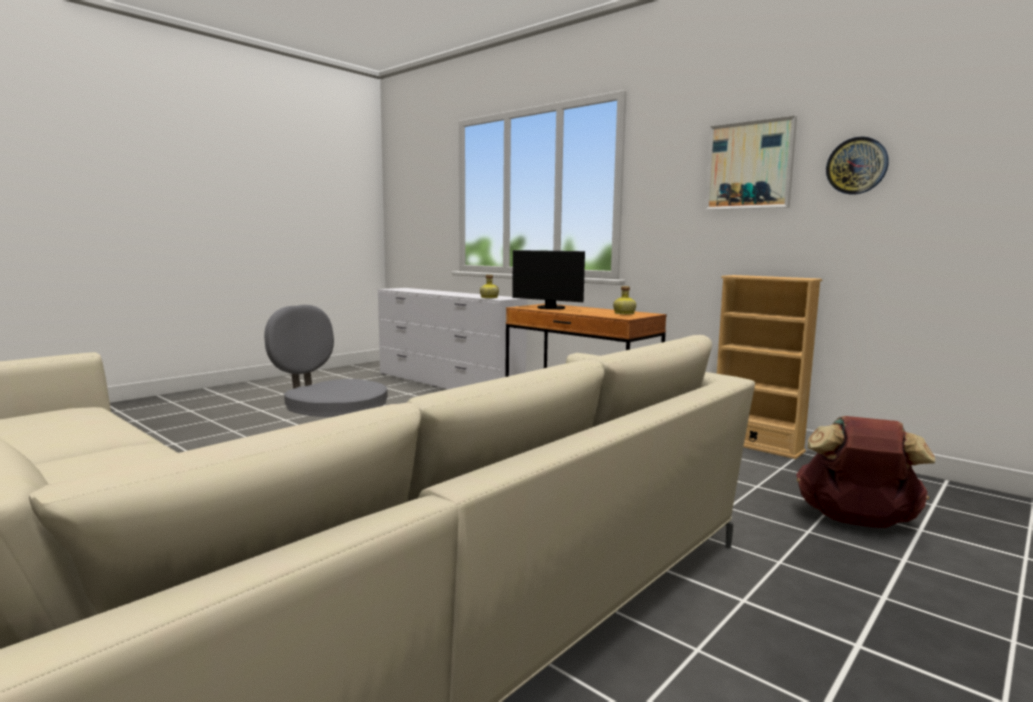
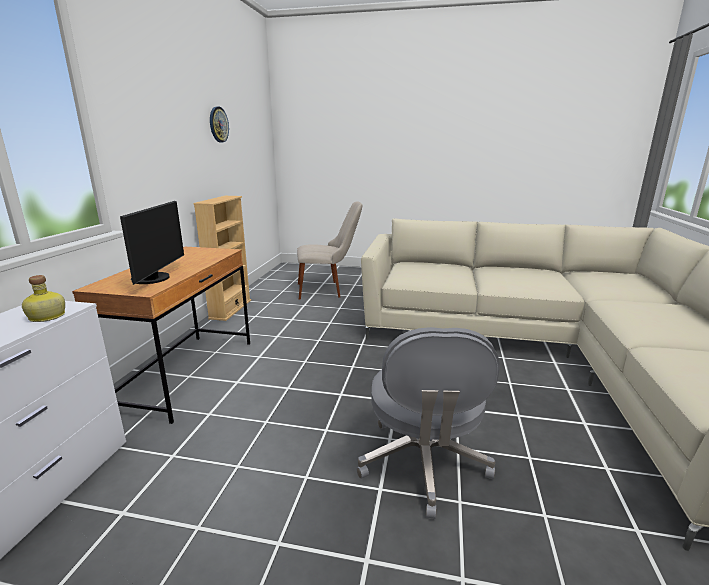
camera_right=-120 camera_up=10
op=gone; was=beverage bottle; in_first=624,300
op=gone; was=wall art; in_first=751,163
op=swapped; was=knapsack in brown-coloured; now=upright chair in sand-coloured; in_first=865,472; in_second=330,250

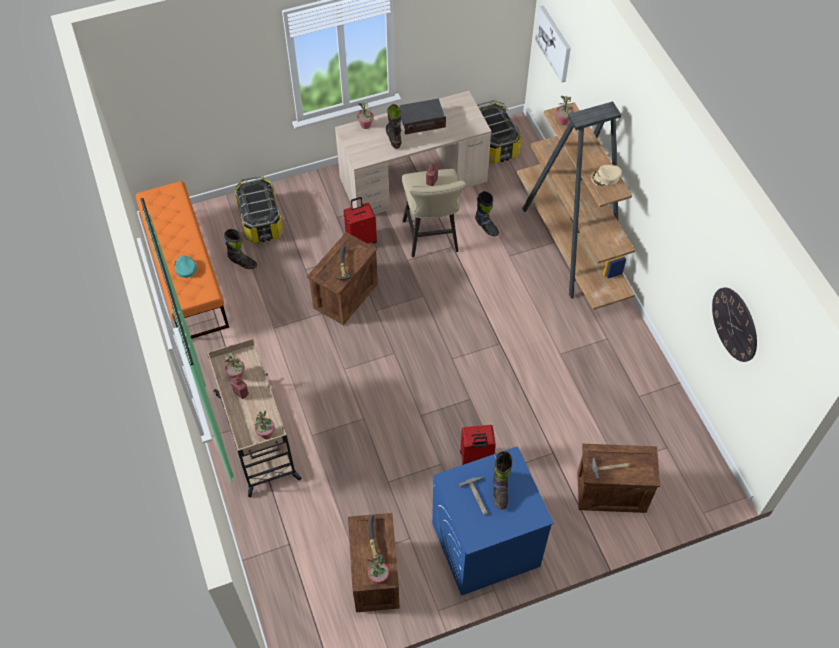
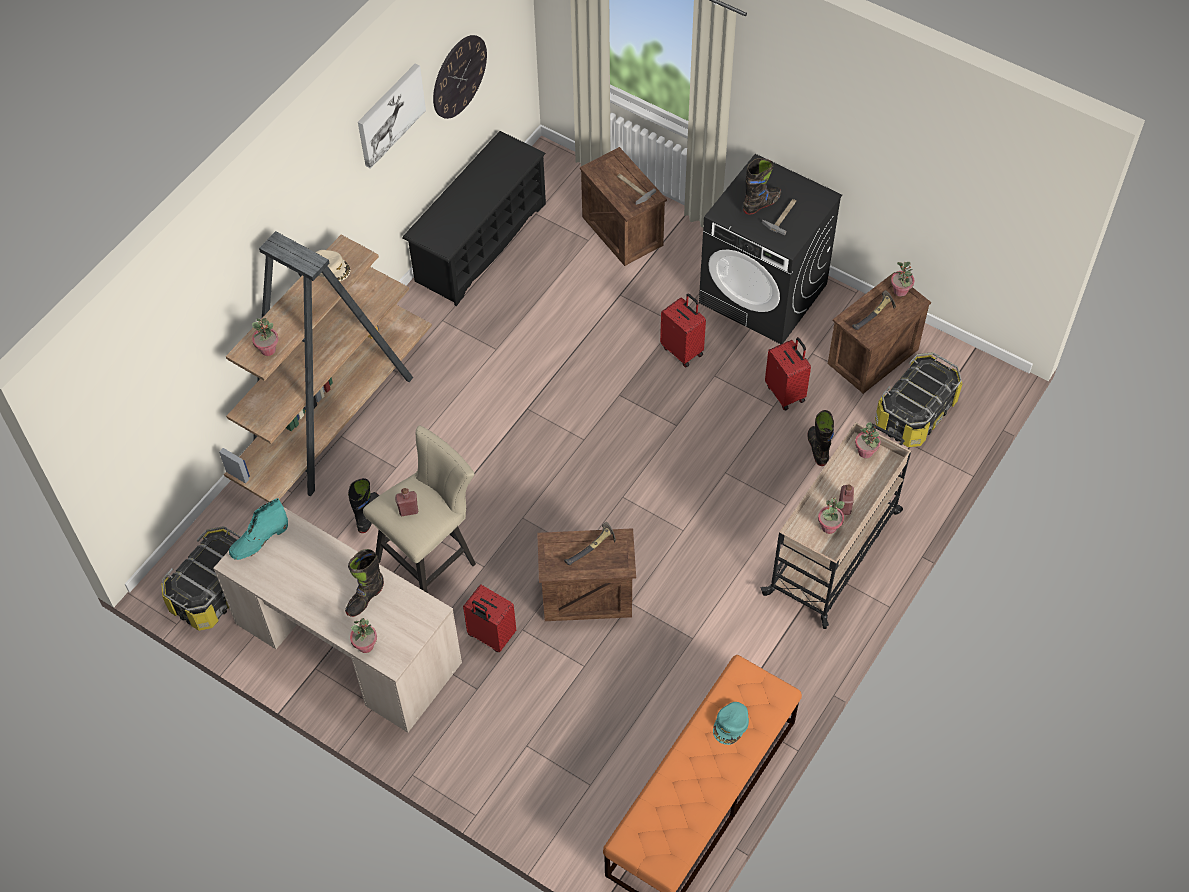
camera_right=-125 camera_up=0
op=shifted; was=tall boot in blackish; in_first=240,248; in_second=821,438
op=shifted; was=storage container; in_first=259,210; in_second=919,399
op=gone; was=radio receiver; in_first=423,116
op=repainted; was=laundry machine in blue; now=laundry machine in blackish; in_first=493,521; in_second=770,249
op=shifted; was=wall art; in_first=553,44; in_second=392,116
op=new; now=tall boot in turquoise-coloured; in_second=258,529
op=new; now=shoe stand in blackish; in_second=474,218
op=new; now=piece of luggage in red-coloured; in_second=788,374

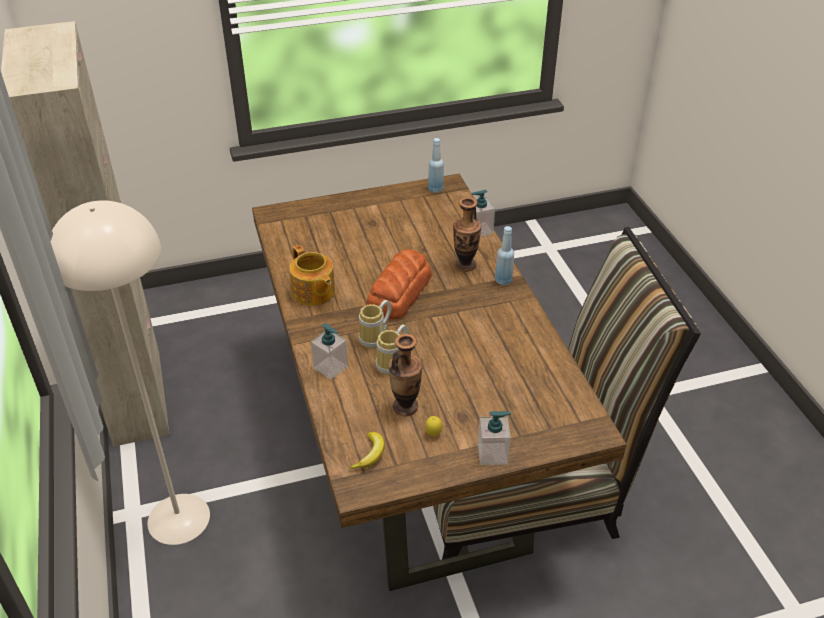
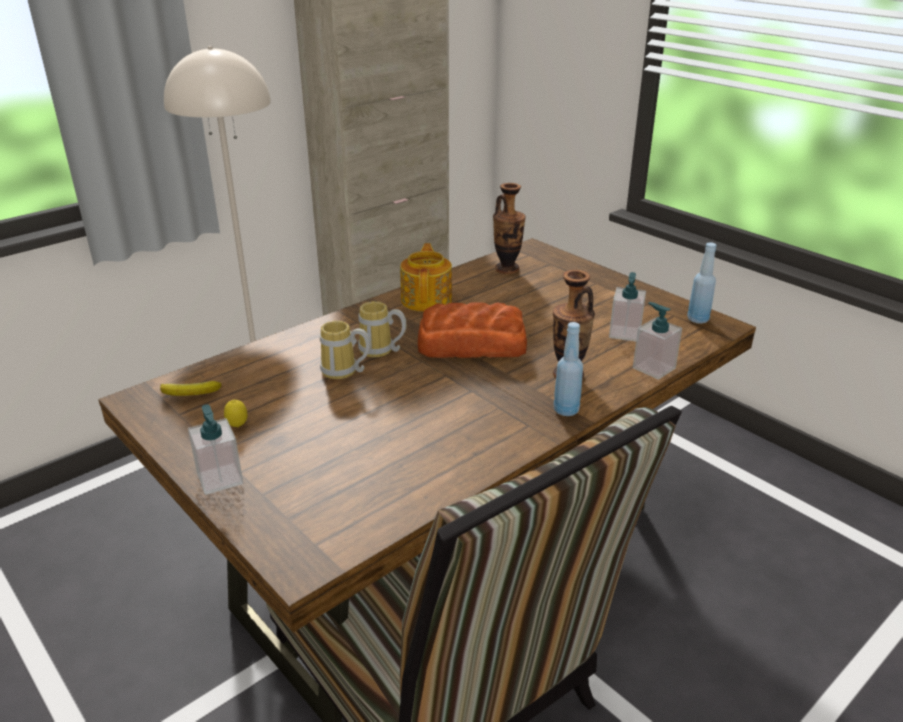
camera_right=65 camera_up=-10
op=rotated; was=tea pot; in_first=312,275; in_second=426,277; clockwise=150
op=shifted; was=liquid soap bottle; in_first=329,351; in_second=627,307
op=shifted; was=flower vase; in_first=405,375; in_second=509,228

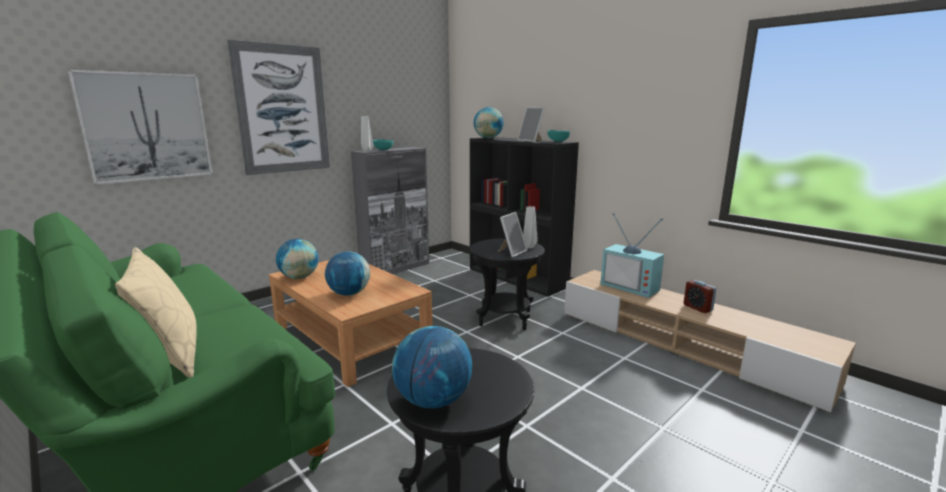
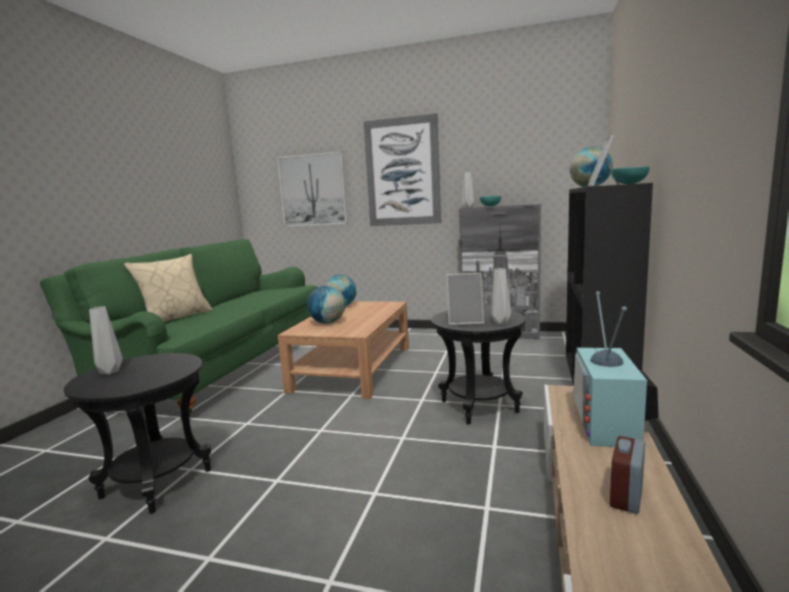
camera_right=60 camera_up=-5
op=swapped; was=globe; now=flower vase in gray; in_first=432,367; in_second=106,340

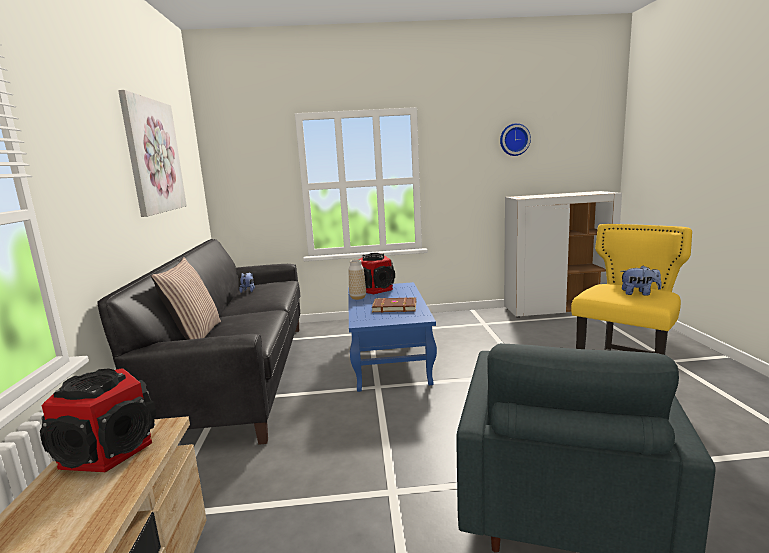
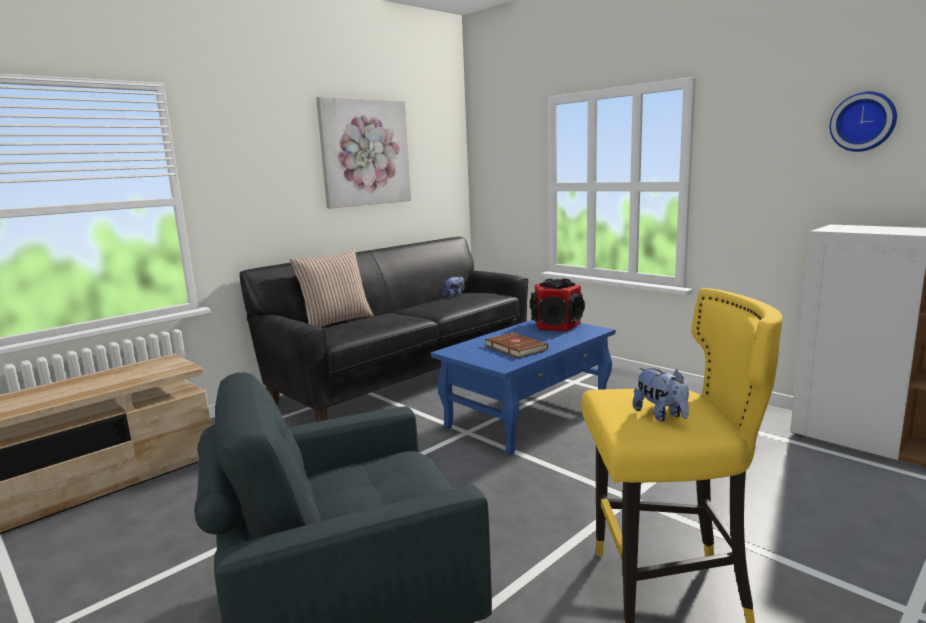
camera_right=50 camera_up=0
op=gone; was=loudspeaker; in_first=98,420
op=gone; was=flower vase; in_first=357,280

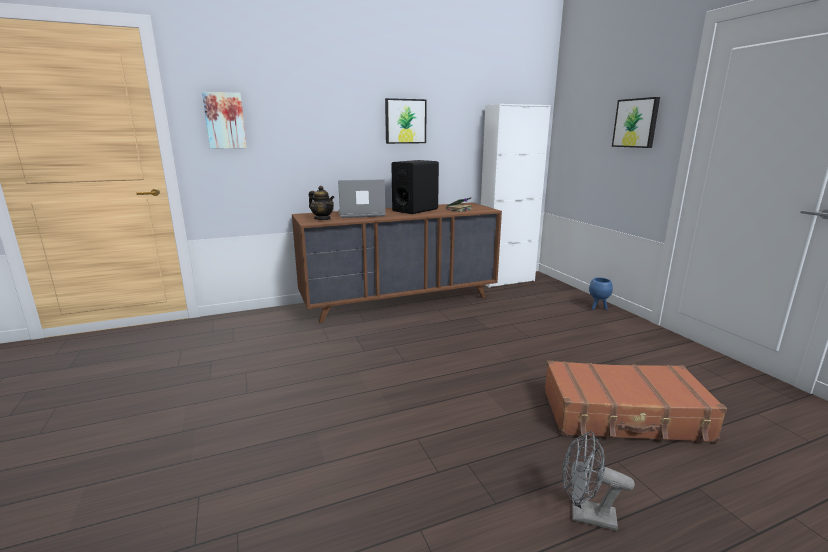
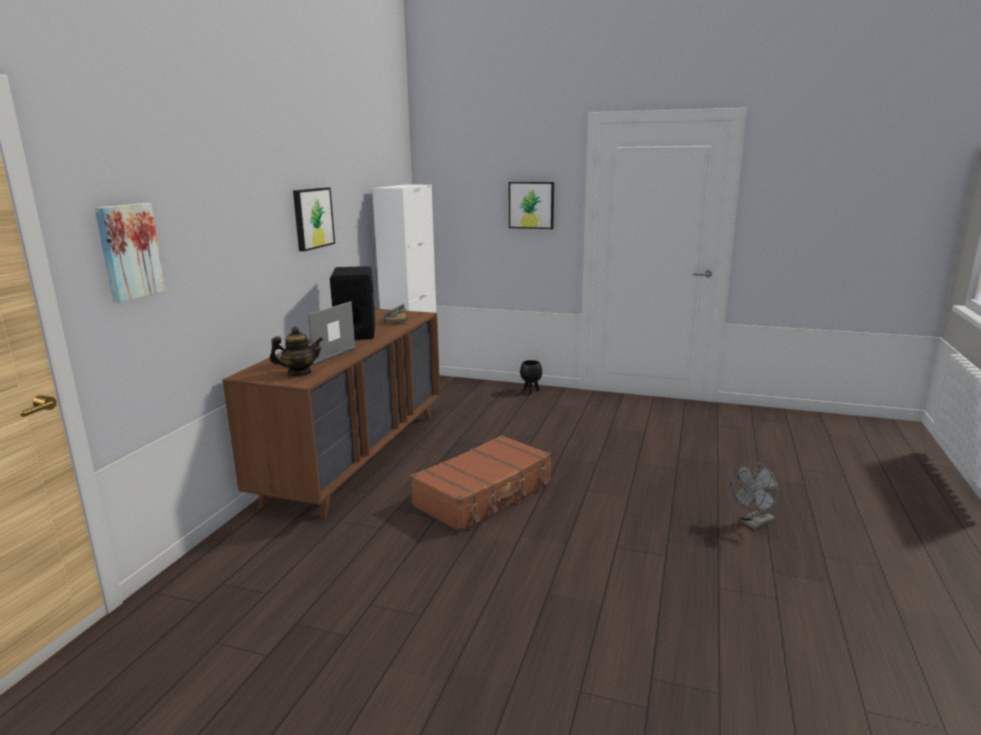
camera_right=-50 camera_up=0
op=shifted; was=piece of luggage in brown-coloured; in_first=635,402; in_second=480,483
op=repainted; was=plant pot in blue; now=plant pot in blackish; in_first=601,294; in_second=531,377

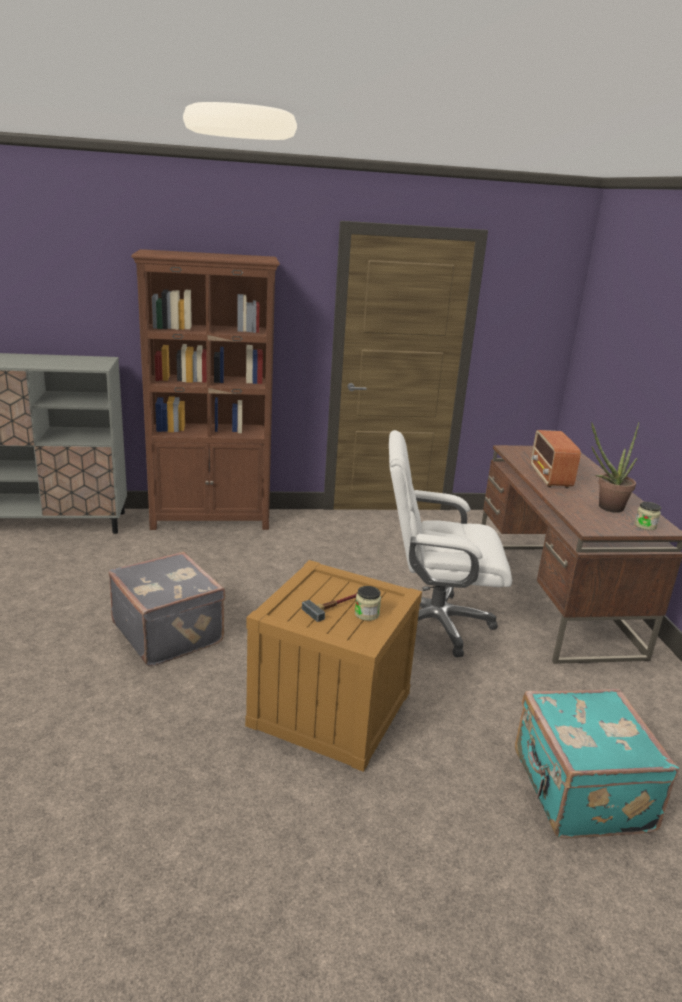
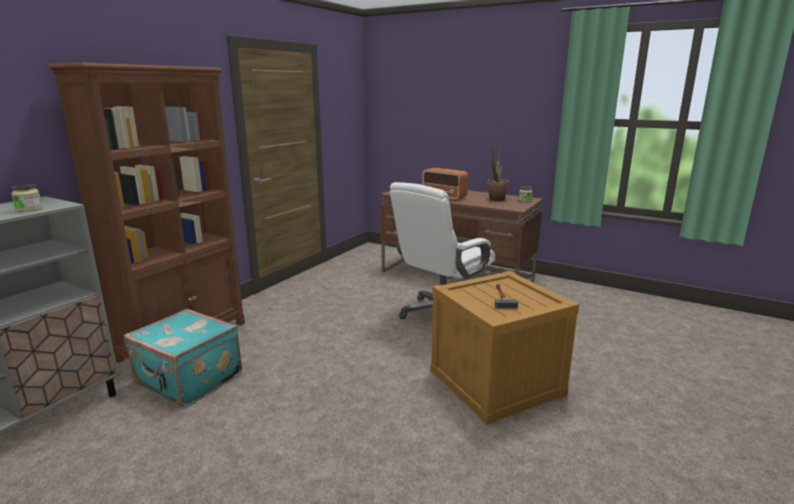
camera_right=-50 camera_up=-5
op=gone; was=piece of luggage in gray; in_first=167,609
op=shifted; was=jar; in_first=368,603; in_second=26,198
op=shifted; was=piece of luggage in turquoise-coloured; in_first=597,764; in_second=183,358

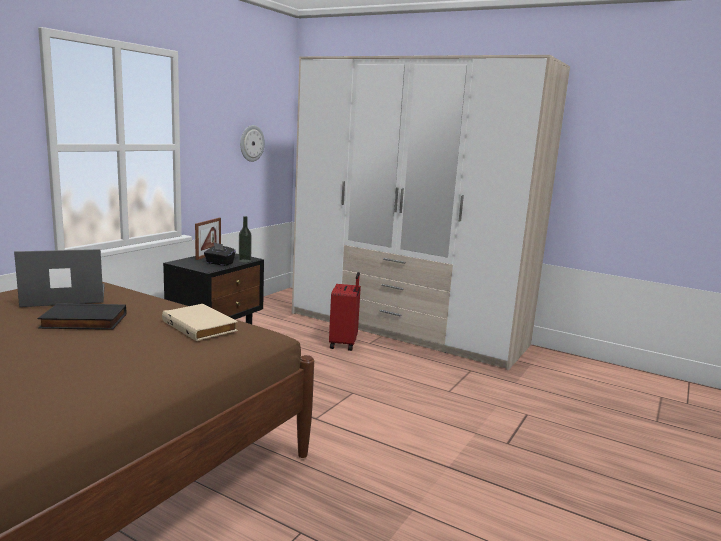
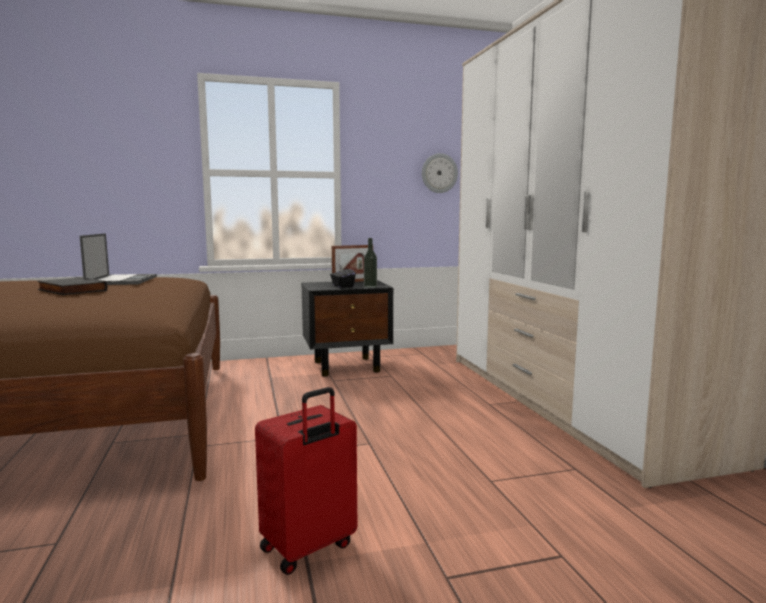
camera_right=45 camera_up=-5
op=rotated; was=laptop; in_first=59,278; in_second=118,259; clockwise=60
op=gone; was=book in sand-coloured; in_first=200,322
op=shifted; was=piece of luggage in red-coloured; in_first=345,311; in_second=306,481

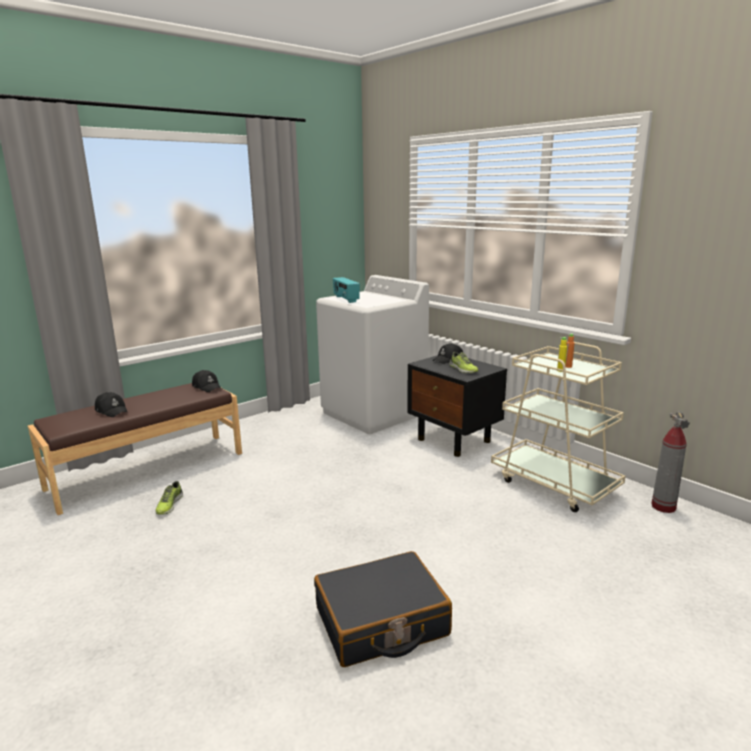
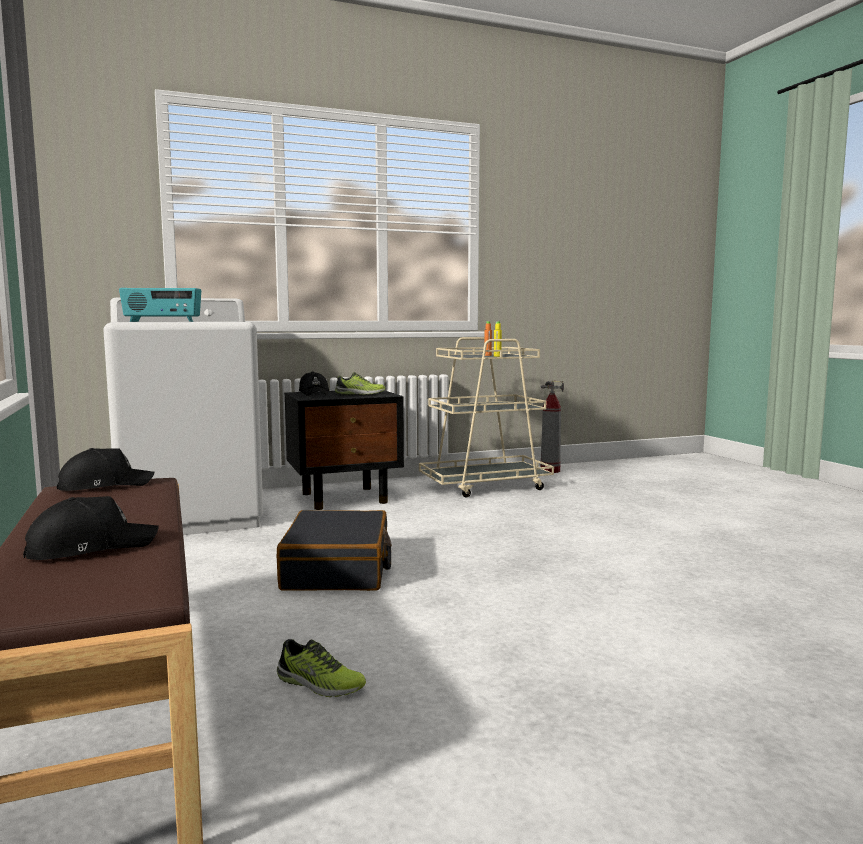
camera_right=-70 camera_up=-10
op=shifted; was=piece of luggage in blackish; in_first=383,609; in_second=334,550

